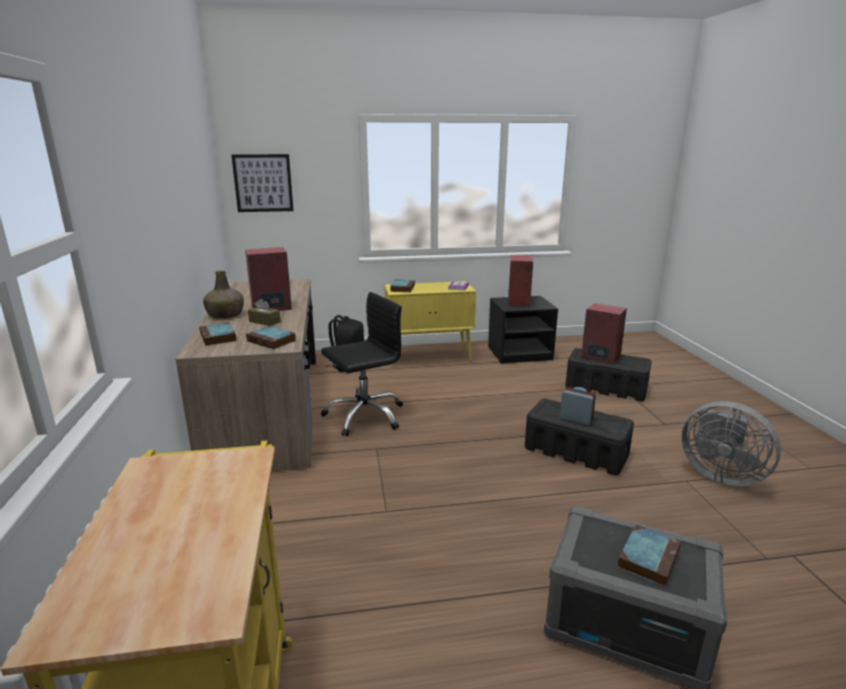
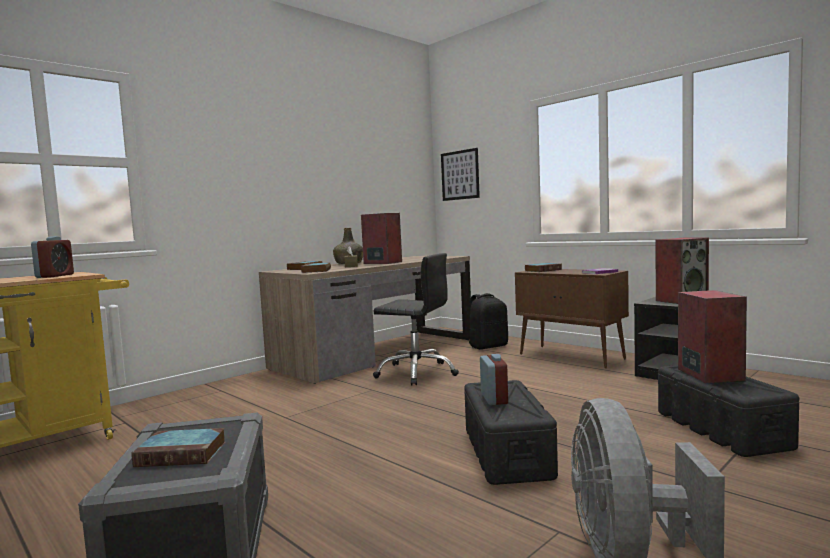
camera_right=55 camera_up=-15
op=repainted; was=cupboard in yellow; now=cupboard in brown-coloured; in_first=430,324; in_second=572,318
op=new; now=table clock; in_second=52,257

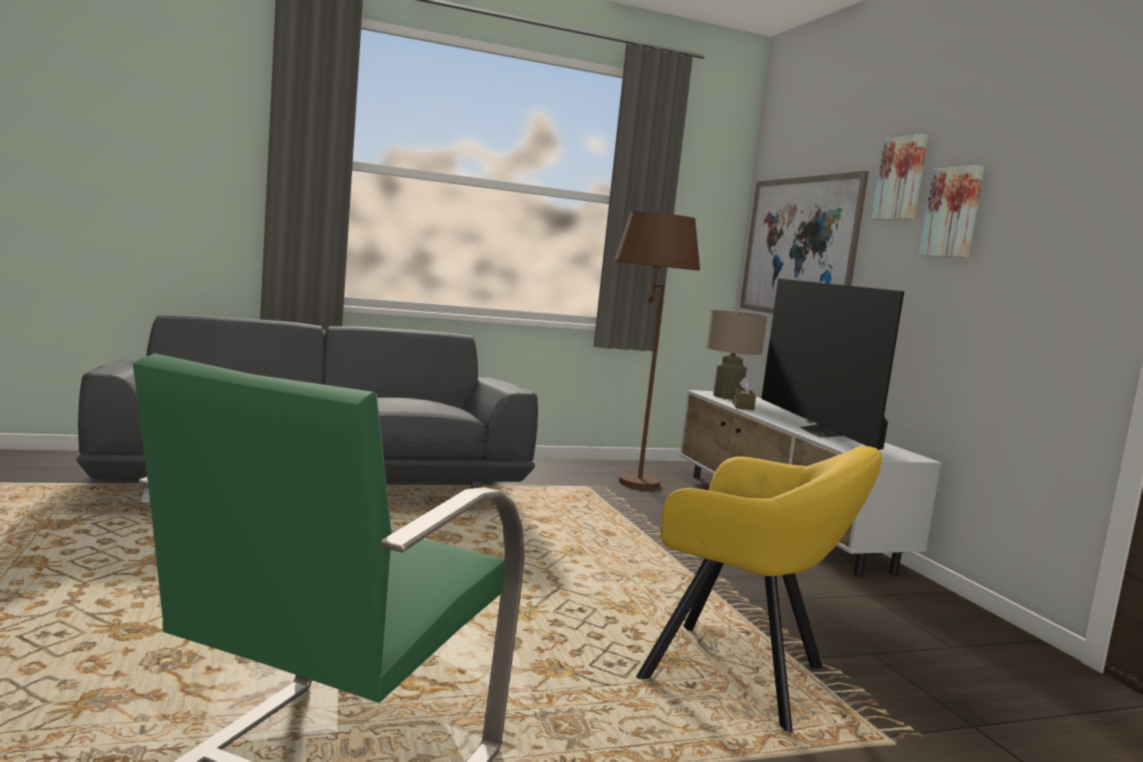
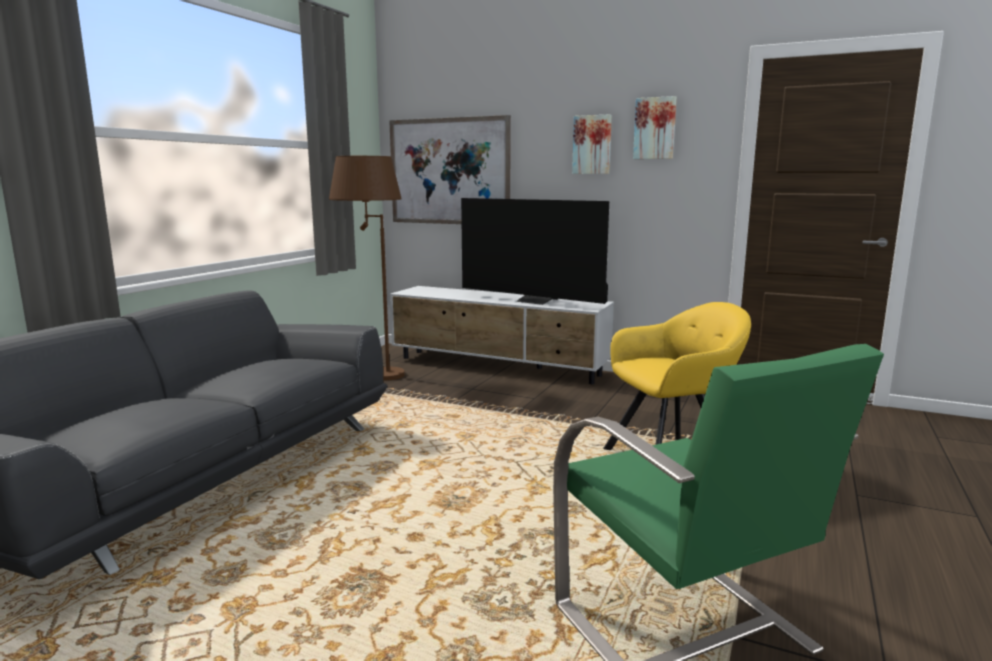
camera_right=-45 camera_up=5
op=gone; was=lamp for a table in sand-coloured; in_first=736,354
op=gone; was=tissue holder in brown-coloured; in_first=744,394
op=shifted; was=wall art; in_first=900,177; in_second=655,127

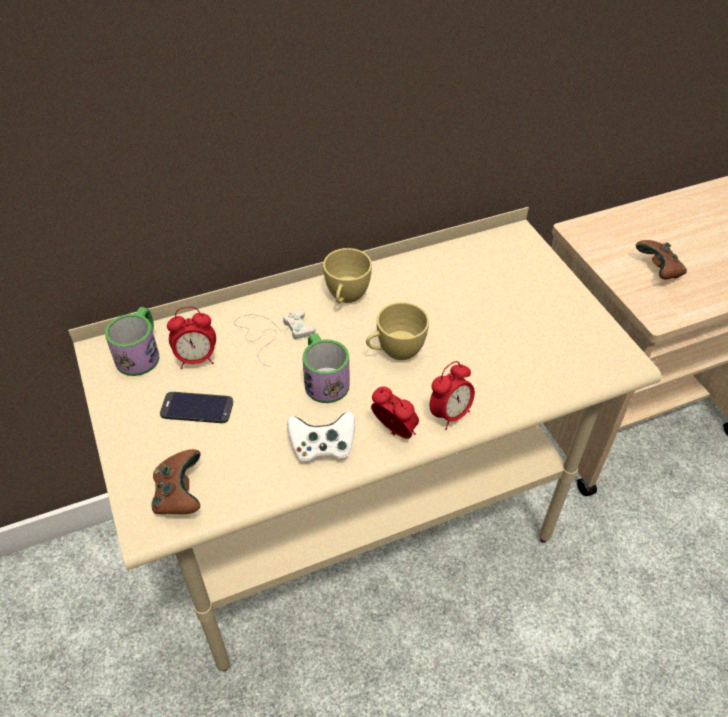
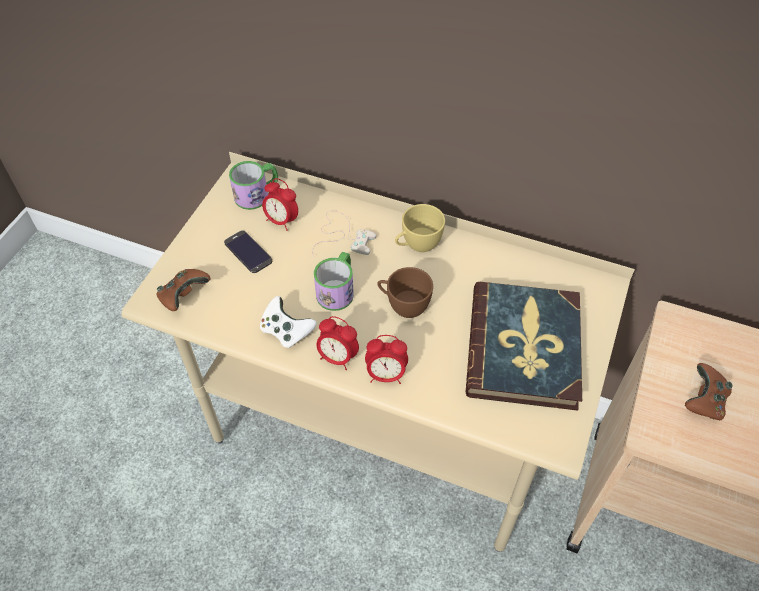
camera_right=45 camera_up=5
op=repainted; was=drinking cup in yellow; now=drinking cup in brown-coloured; in_first=397,331; in_second=405,292
op=rotated; was=table clock; in_first=395,413; in_second=337,343; clockwise=120
op=new; now=book; in_second=524,346

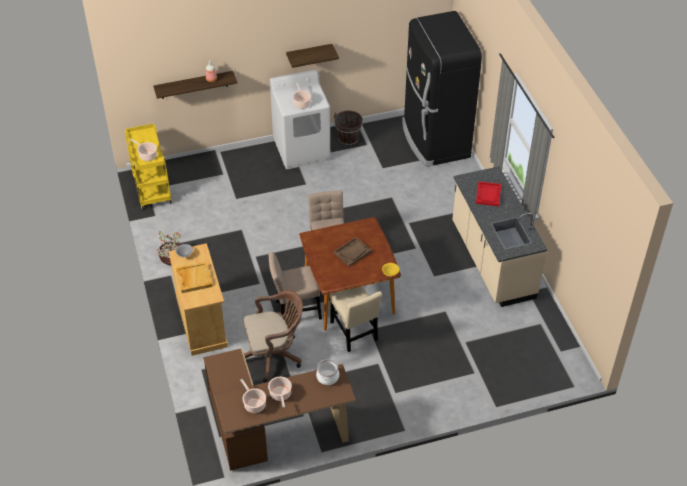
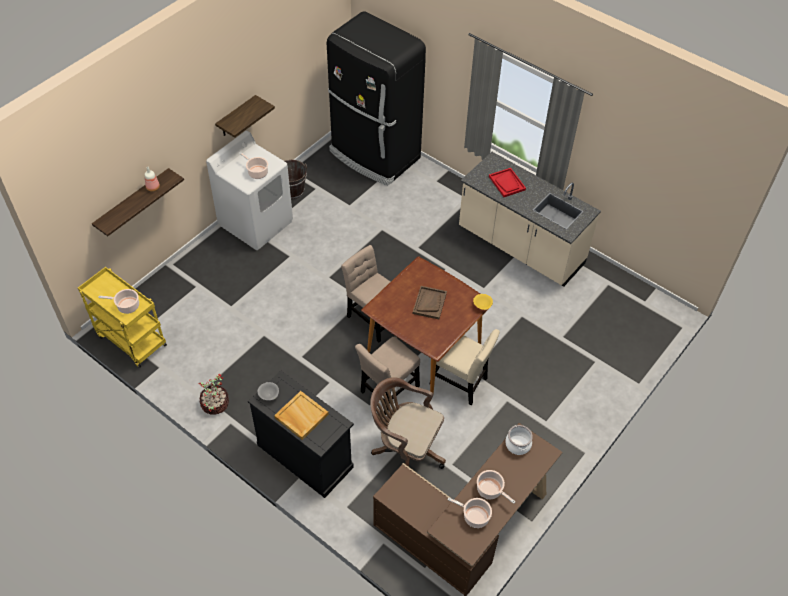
camera_right=-35 camera_up=5
op=repainted; was=cupboard in sand-coloured; now=cupboard in blackish; in_first=198,299; in_second=301,434
op=rotated; was=desk chair in brown-coloured; in_first=273,336; in_second=408,423; clockwise=-105

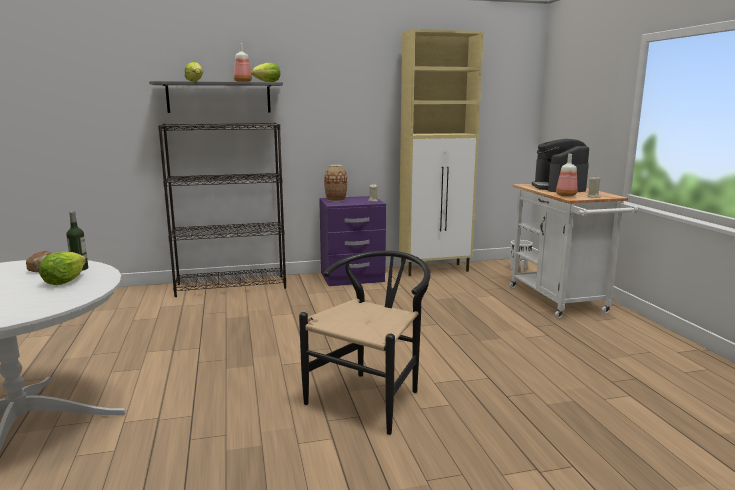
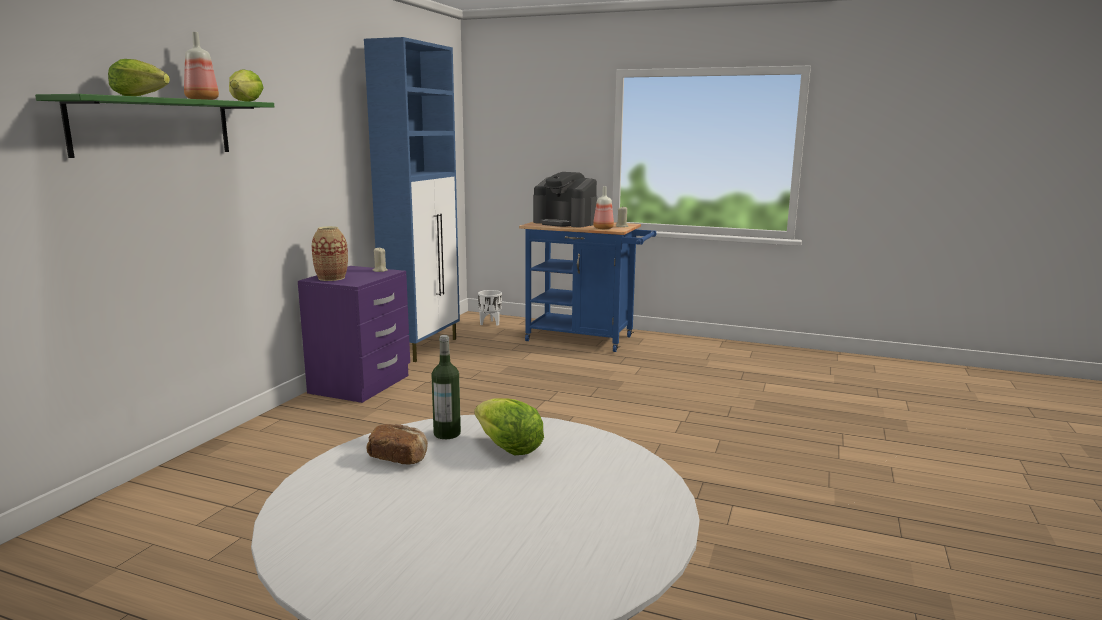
camera_right=-55 camera_up=0
op=repainted; was=wall shelf in gray; now=wall shelf in green; in_first=216,97; in_second=154,126
op=gone; was=bookcase in blackish; in_first=222,210
op=gone; was=upright chair in blackish; in_first=365,343
op=repainted; was=cupboard in sand-coloured; now=cupboard in blue; in_first=441,152; in_second=412,199
op=repainted; was=trolley in whitish; now=trolley in blue; in_first=573,251; in_second=588,287

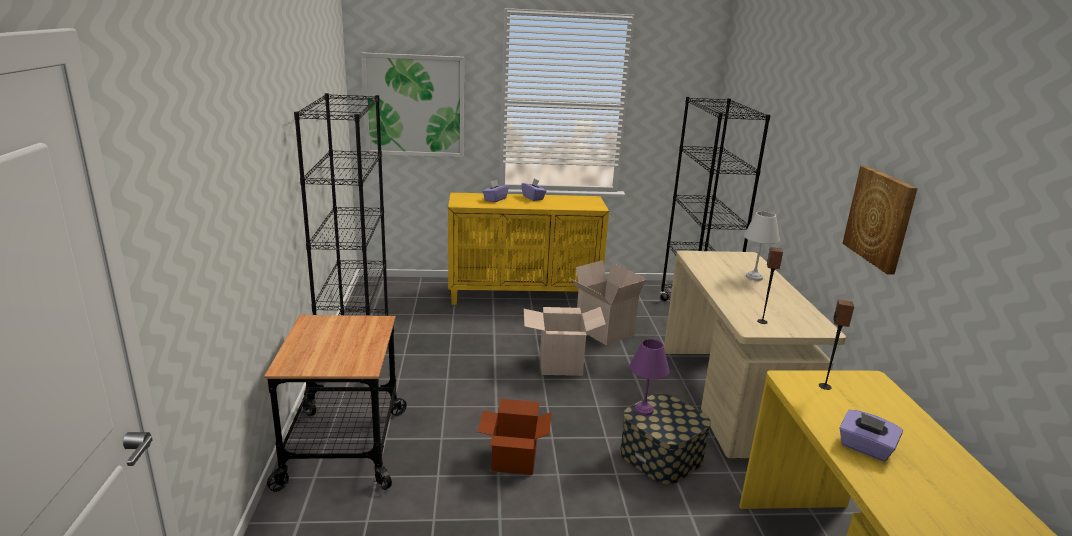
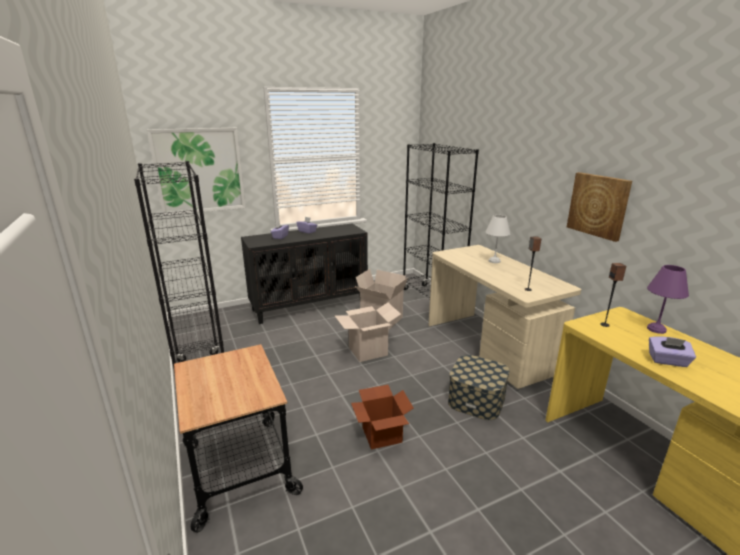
camera_right=-20 camera_up=0
op=repainted; was=cupboard in yellow; now=cupboard in blackish; in_first=528,248; in_second=304,274
op=shifted; was=lamp for a table in purplish; in_first=649,377; in_second=668,299

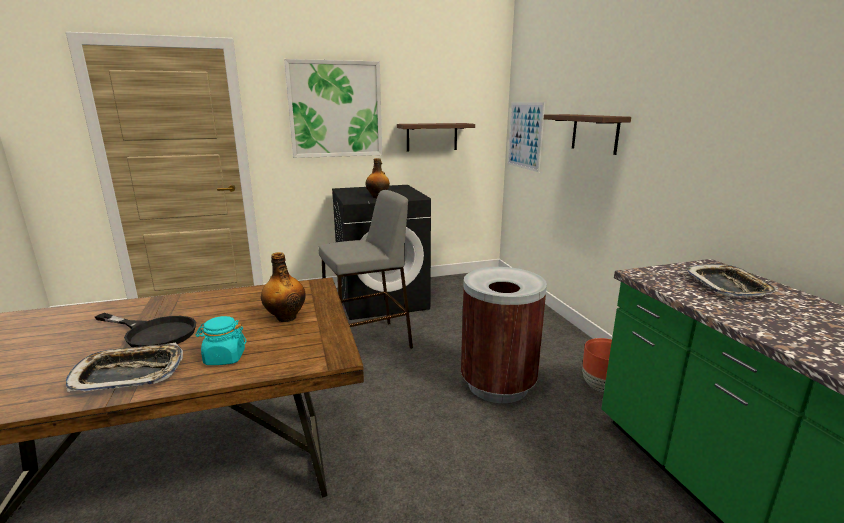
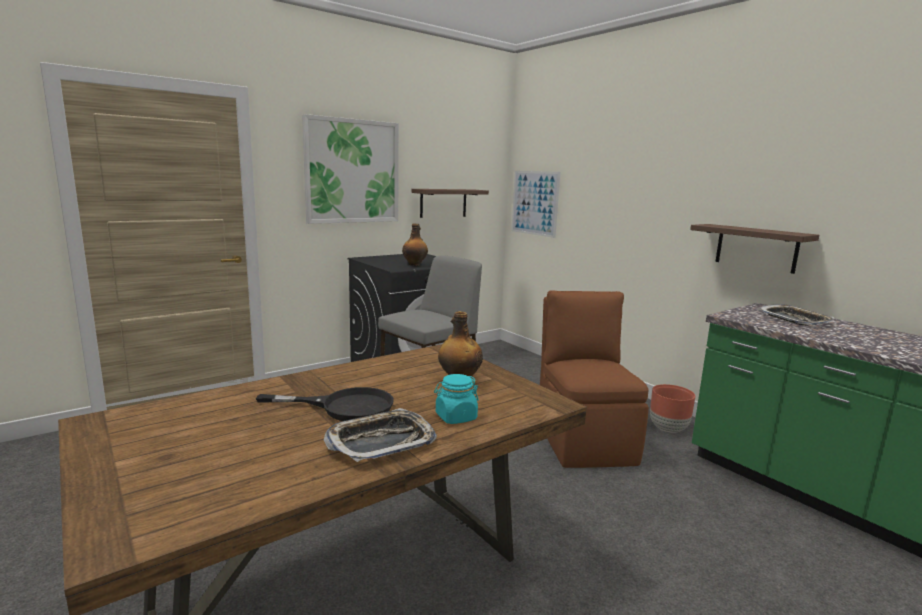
camera_right=-20 camera_up=-5
op=swapped; was=rubbish bin in brown-coloured; now=upright chair in brown-coloured; in_first=504,335; in_second=594,379
op=shifted; was=wall shelf; in_first=587,134; in_second=754,249

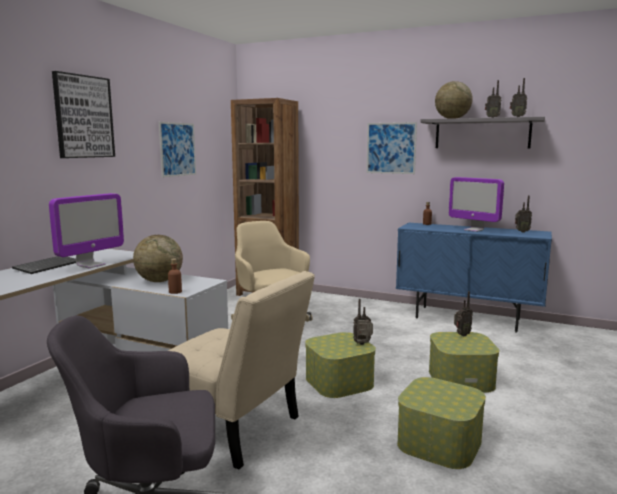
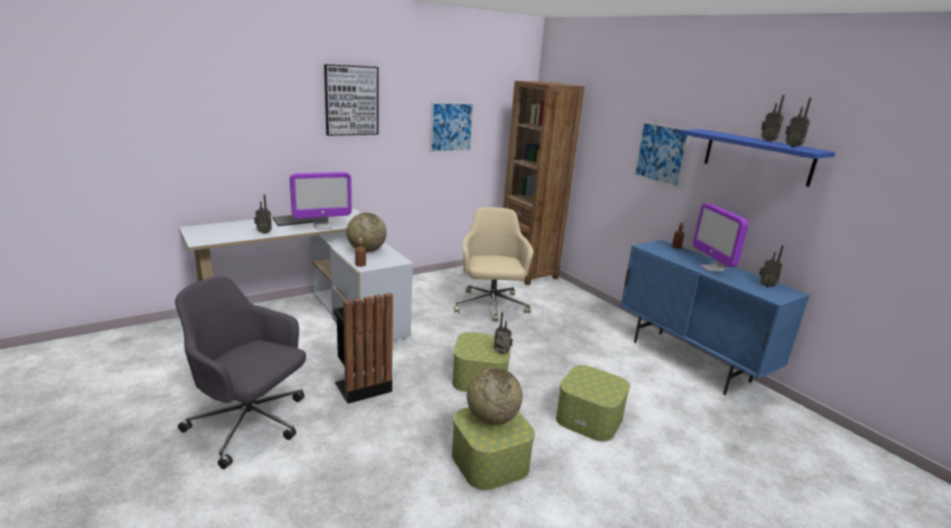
camera_right=30 camera_up=10
op=swapped; was=upright chair in sand-coloured; now=rubbish bin in blackish; in_first=241,370; in_second=363,348
op=repainted; was=wall shelf in gray; now=wall shelf in blue; in_first=482,132; in_second=757,158
op=shifted; was=globe; in_first=454,100; in_second=494,396
op=shifted; was=radio receiver; in_first=463,313; in_second=263,214

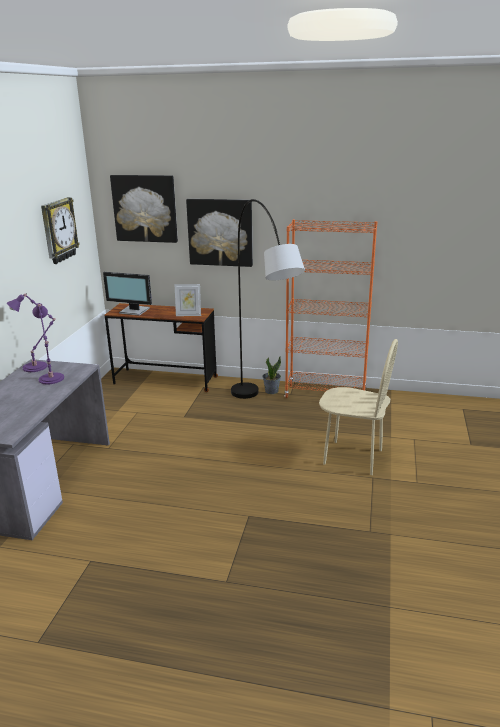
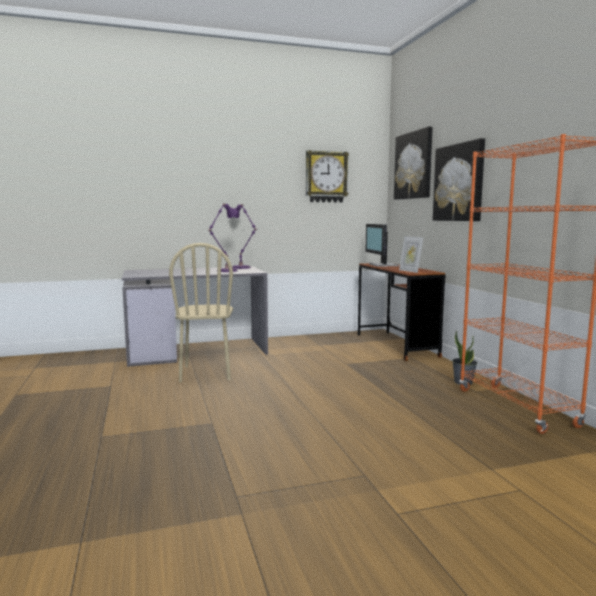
camera_right=60 camera_up=-15
op=gone; was=standing lamp in gray; in_first=268,299
op=shifted; was=upright chair in sand-coloured; in_first=358,407; in_second=201,312

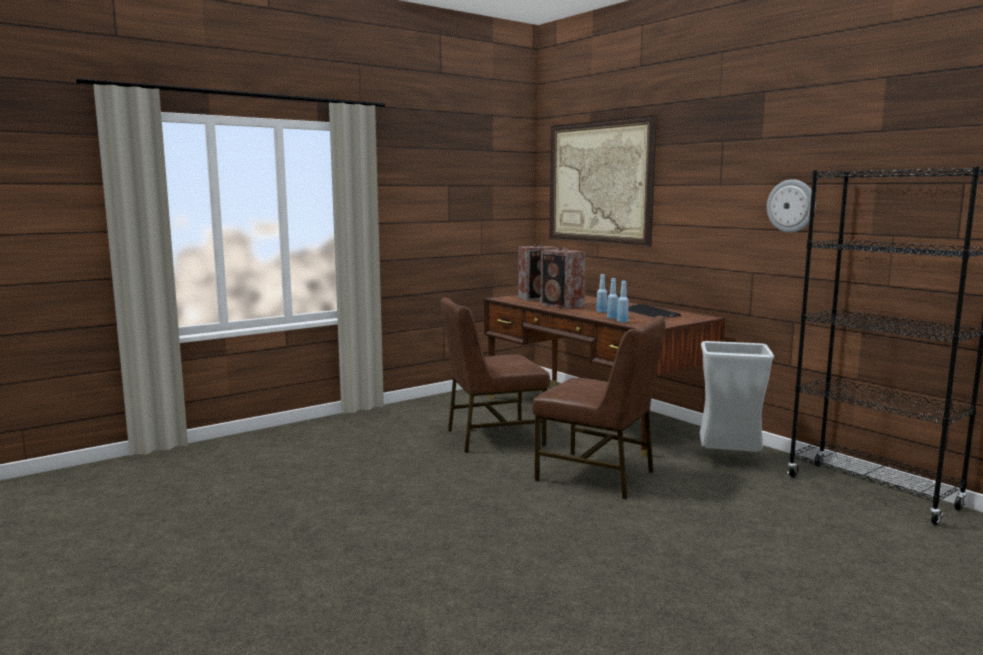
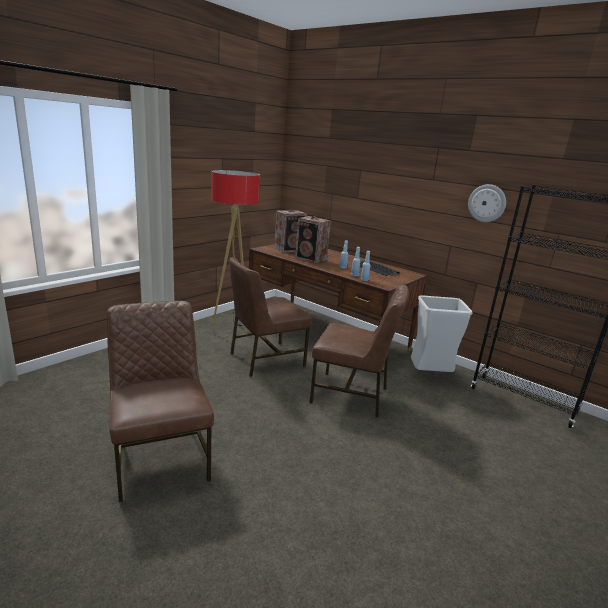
camera_right=-15 camera_up=10
op=gone; was=wall art; in_first=603,181
op=new; now=upright chair in brown-coloured; in_second=160,401
op=new; now=standing lamp; in_second=235,251

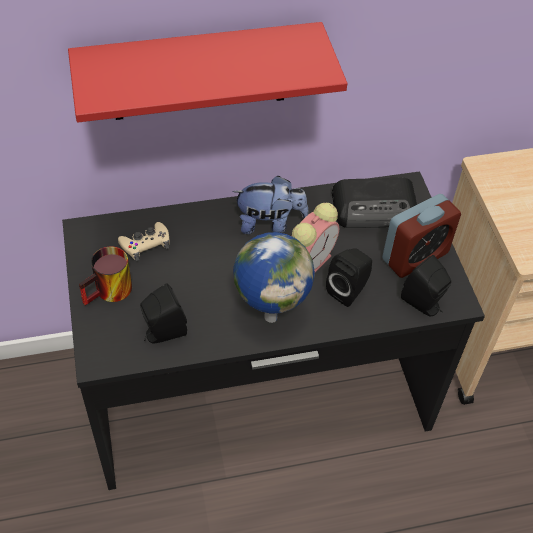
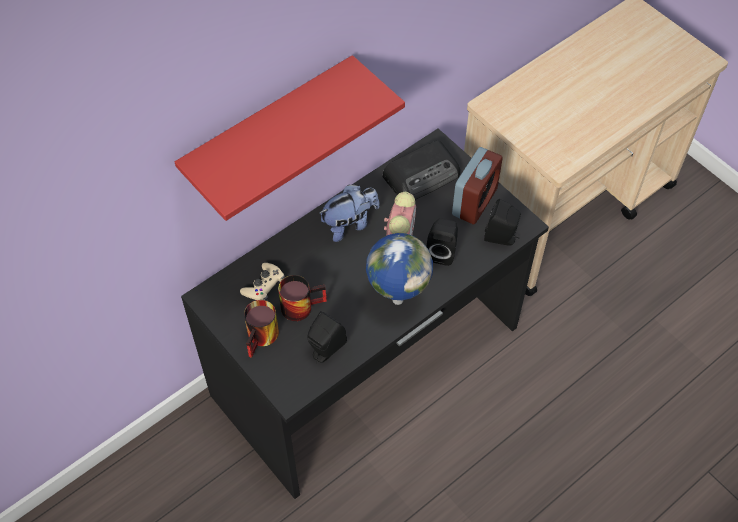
camera_right=-25 camera_up=5
op=new; now=coffee mug; in_second=302,298

